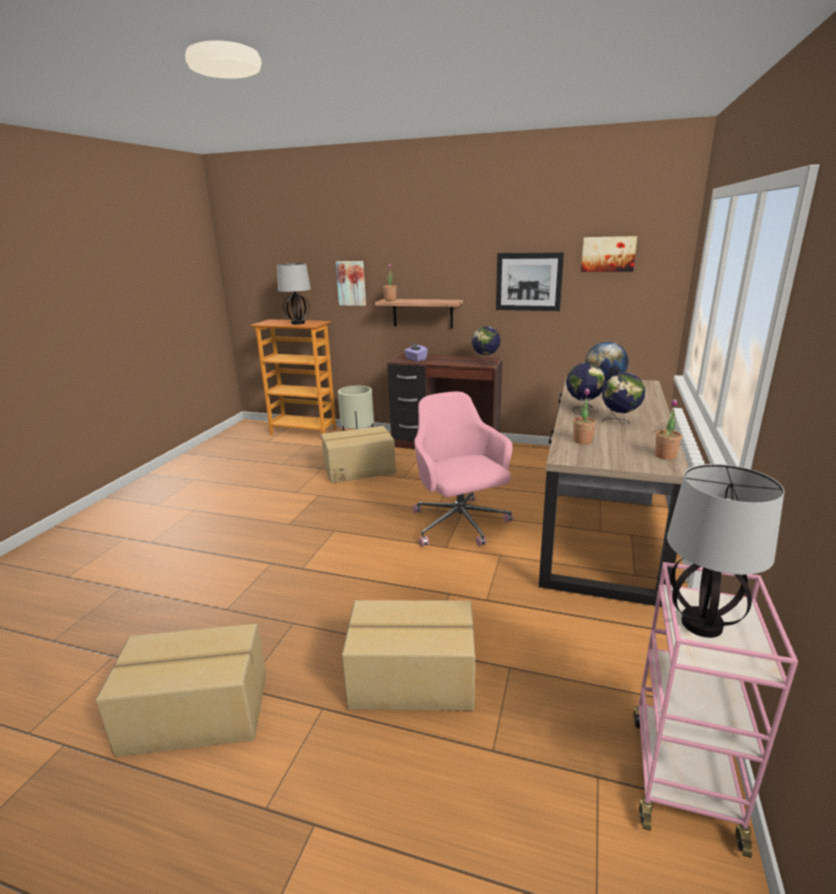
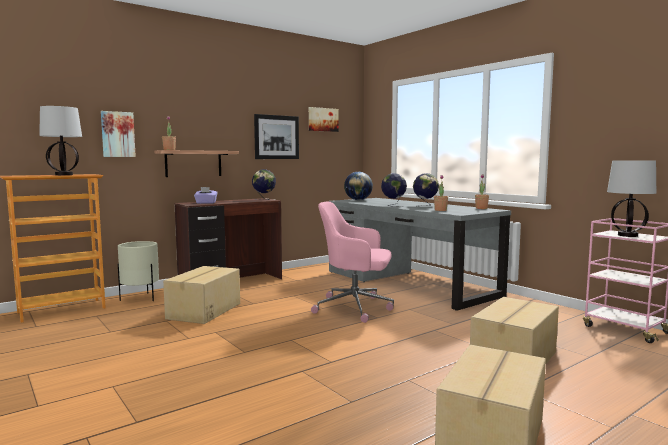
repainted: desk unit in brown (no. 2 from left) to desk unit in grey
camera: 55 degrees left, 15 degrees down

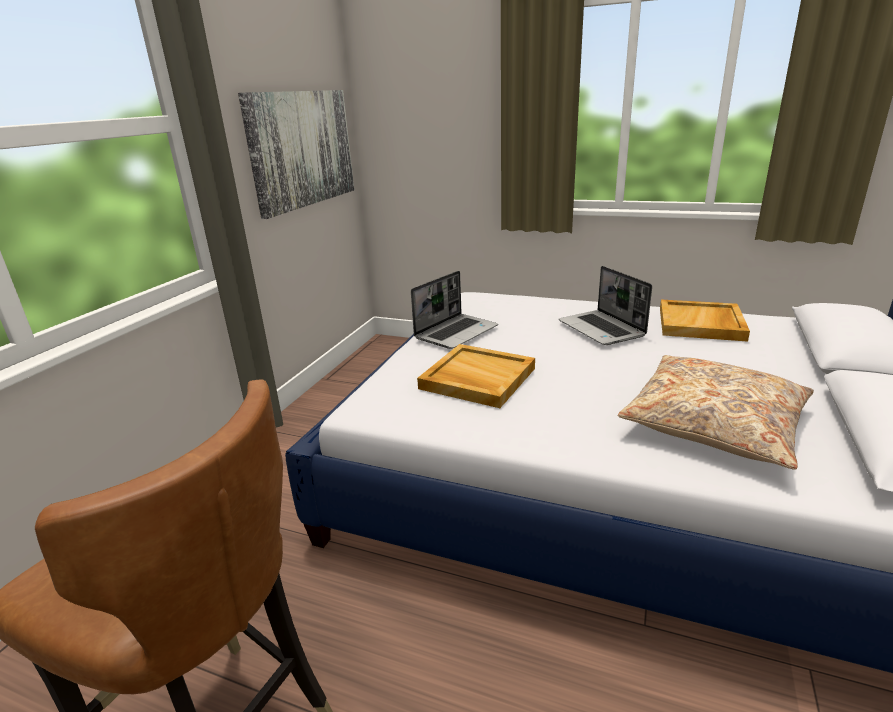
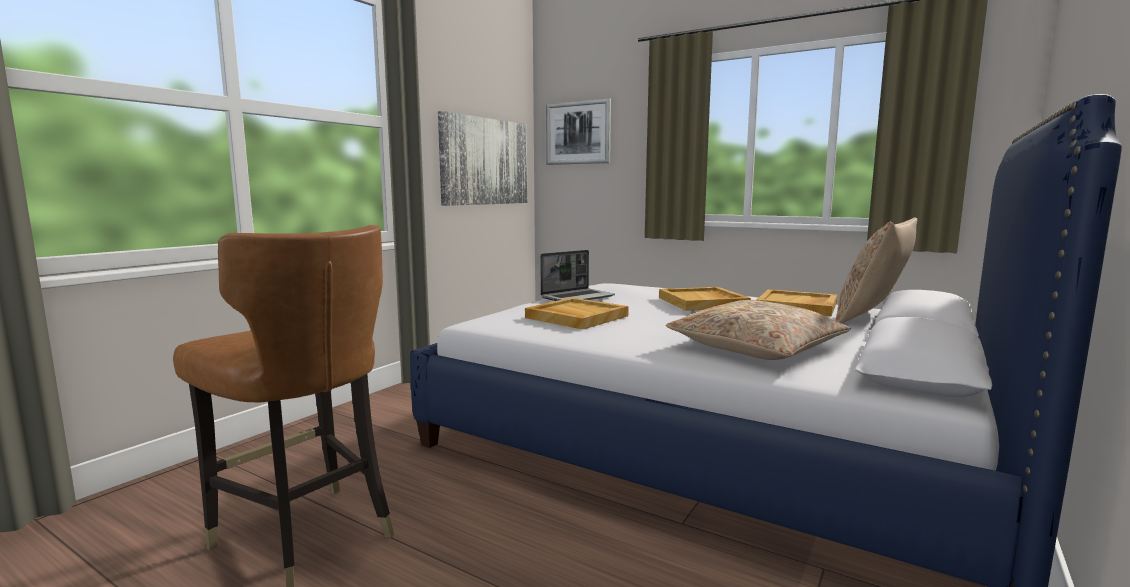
new: wall art (no. 2 from left); pillow in sand-coloured (no. 2 from left)
swapped: portable computer (no. 2 from left) to serving tray in sand-coloured (no. 2 from left)
camera: 10 degrees right, 15 degrees down

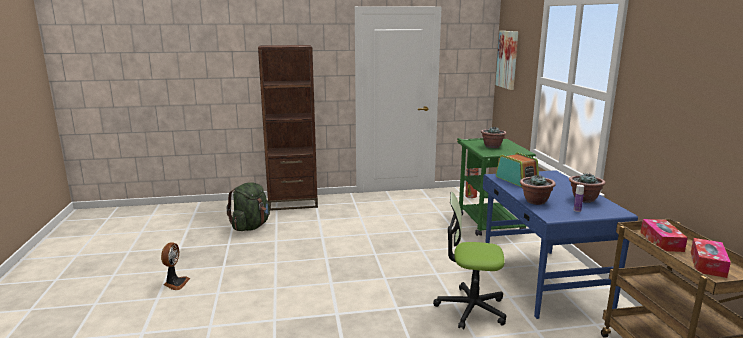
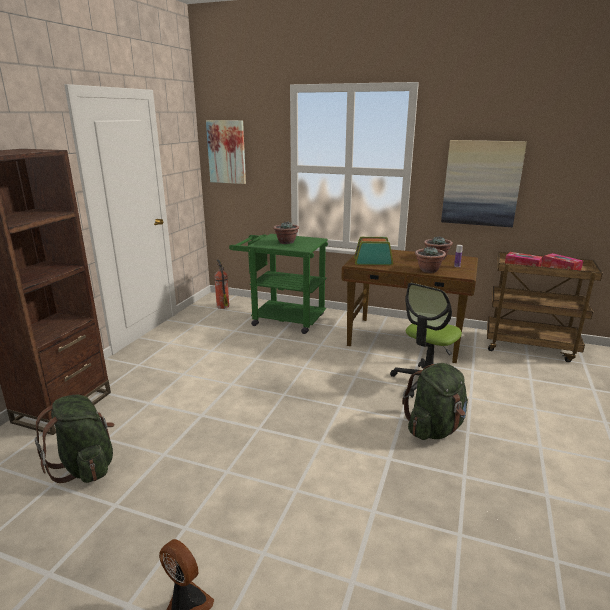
new: backpack in green-coloured (no. 2 from left); wall art (no. 2 from left)
repainted: desk unit in blue-coloured to desk unit in brown
camera: 60 degrees left, 5 degrees up

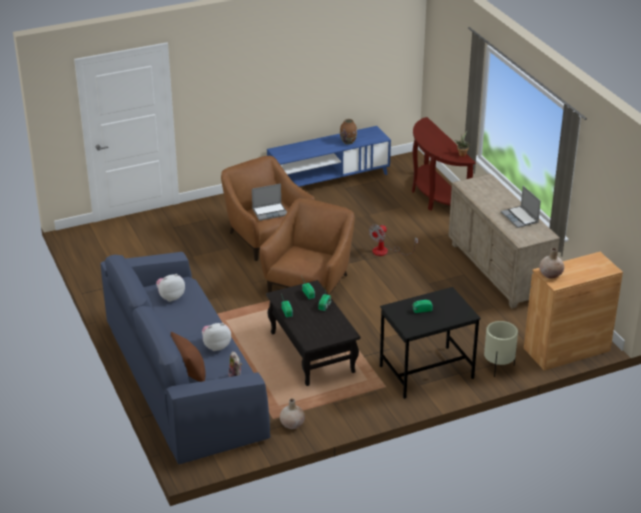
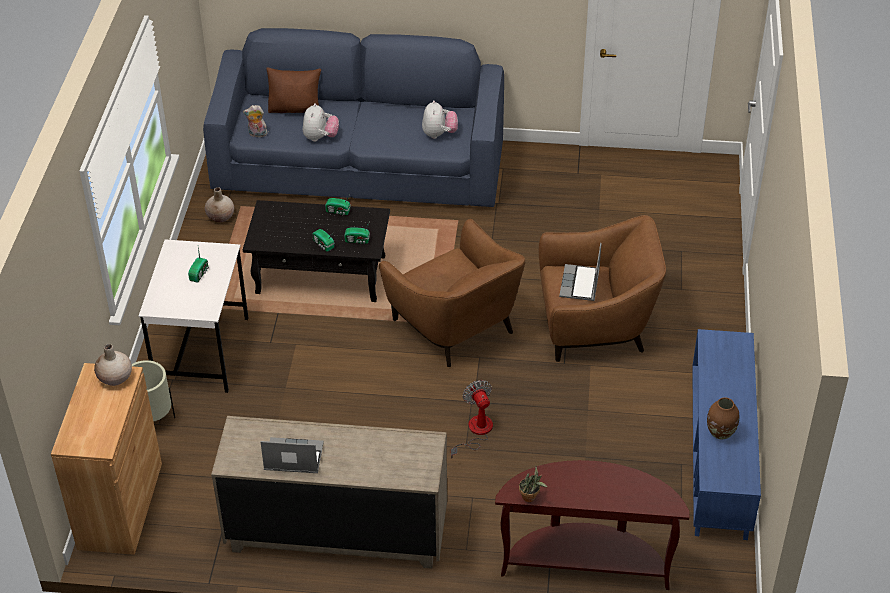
repainted: desk unit in black-coloured to desk unit in whitish
camera: 120 degrees right, 10 degrees up

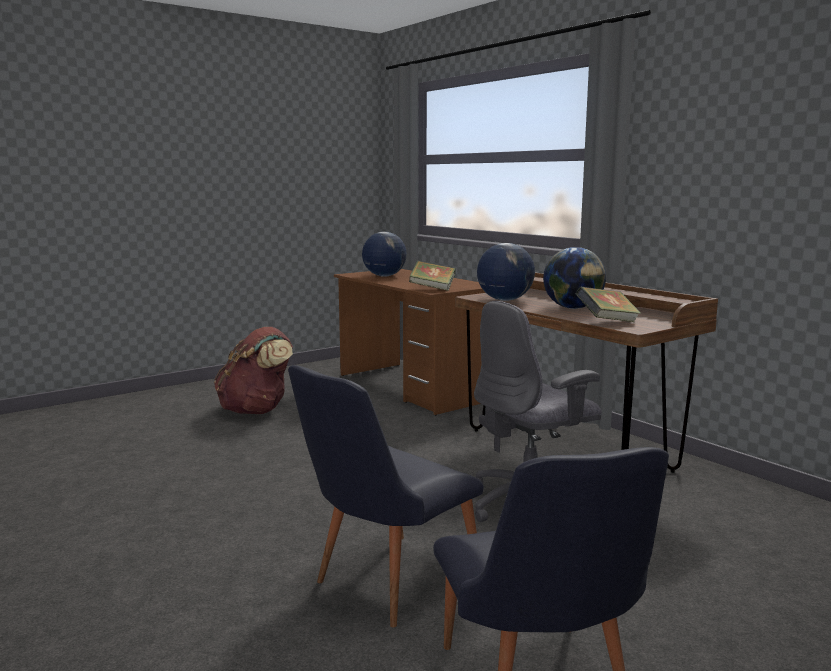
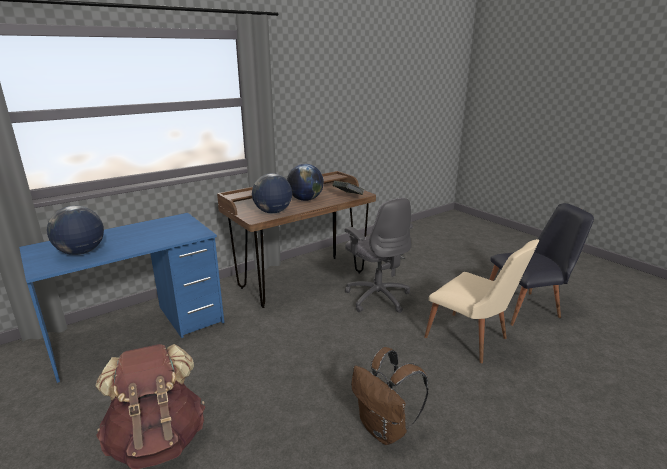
gone: volume (no. 1 from left)
new: backpack in brown (no. 2 from left)
repainted: desk unit in brown (no. 1 from left) to desk unit in blue-coloured; chair in black-coloured (no. 1 from left) to chair in sand-coloured
camera: 90 degrees left, 10 degrees up

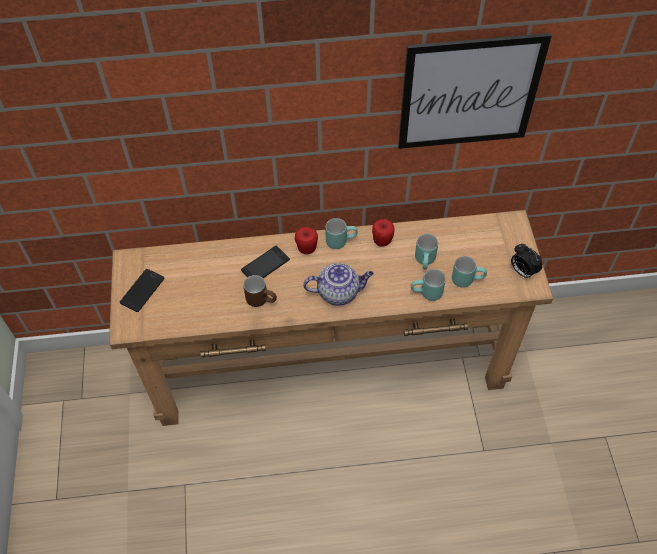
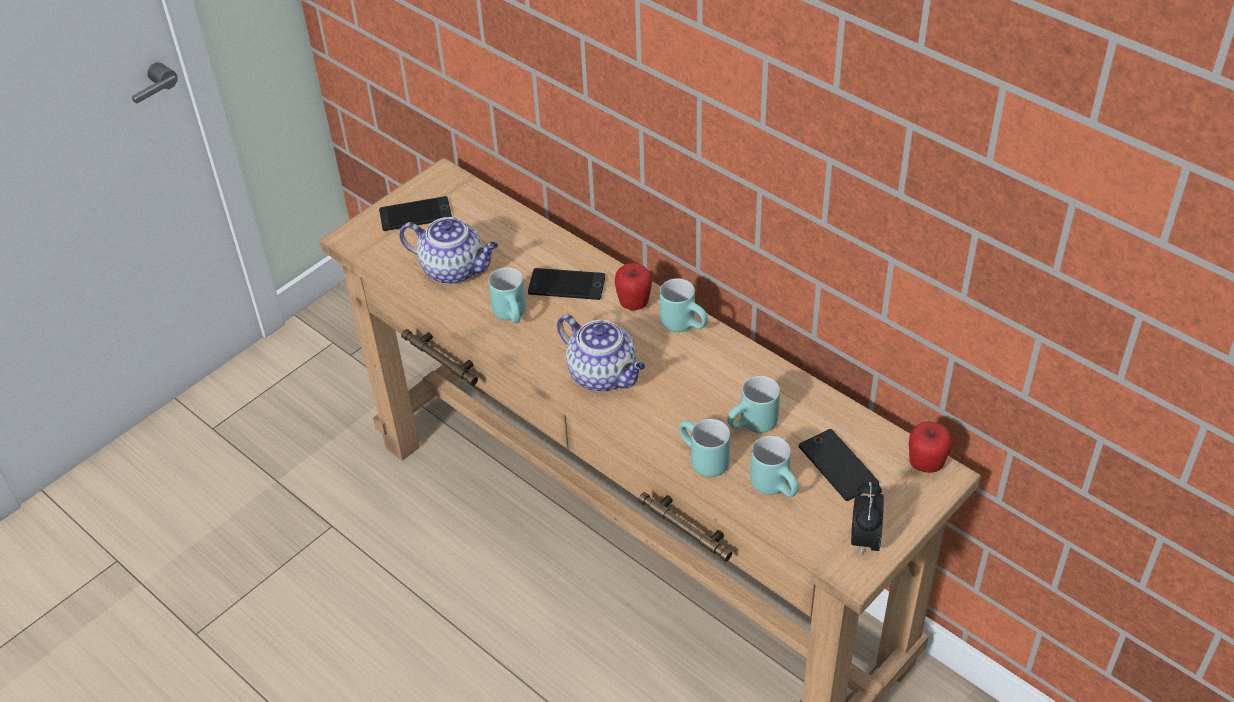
gone: wall art
new: pot for tea (no. 1 from left); handset (no. 3 from left)
shifted: apple (no. 2 from left)
repainted: mug in brown to mug in turquoise (no. 1 from left)
camera: 50 degrees right, 10 degrees down

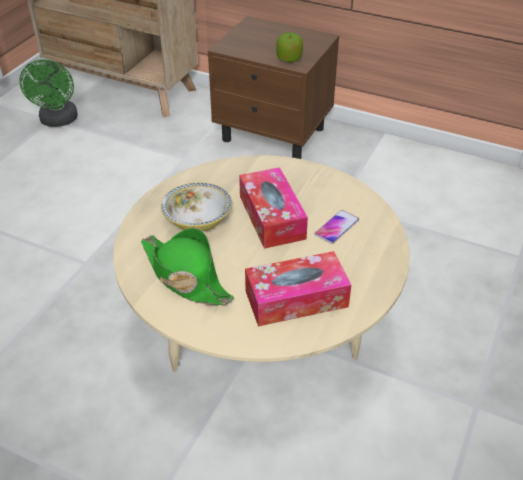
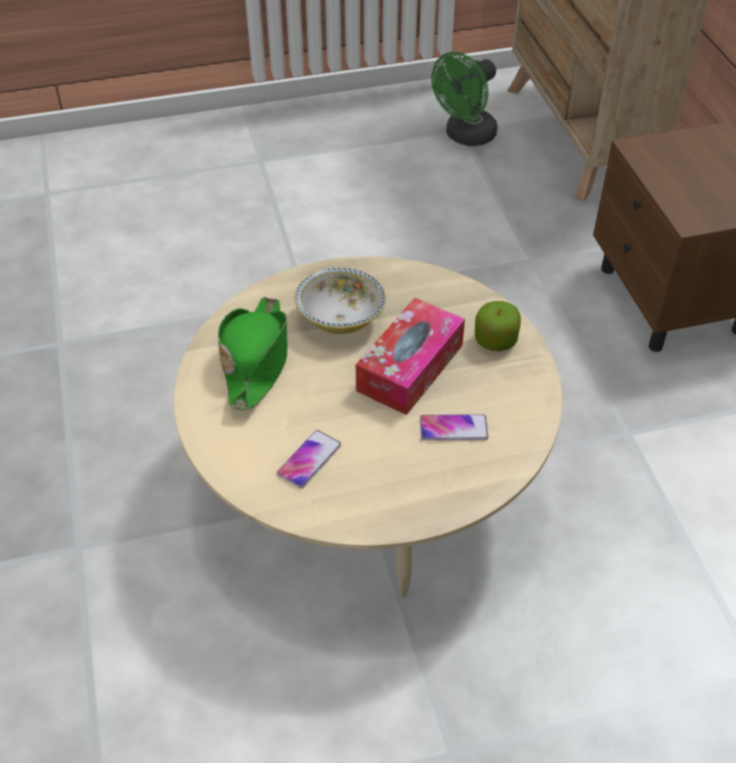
shifted: apple
swapped: tissue holder (no. 2 from left) to handset (no. 1 from left)
camera: 50 degrees right, 5 degrees up

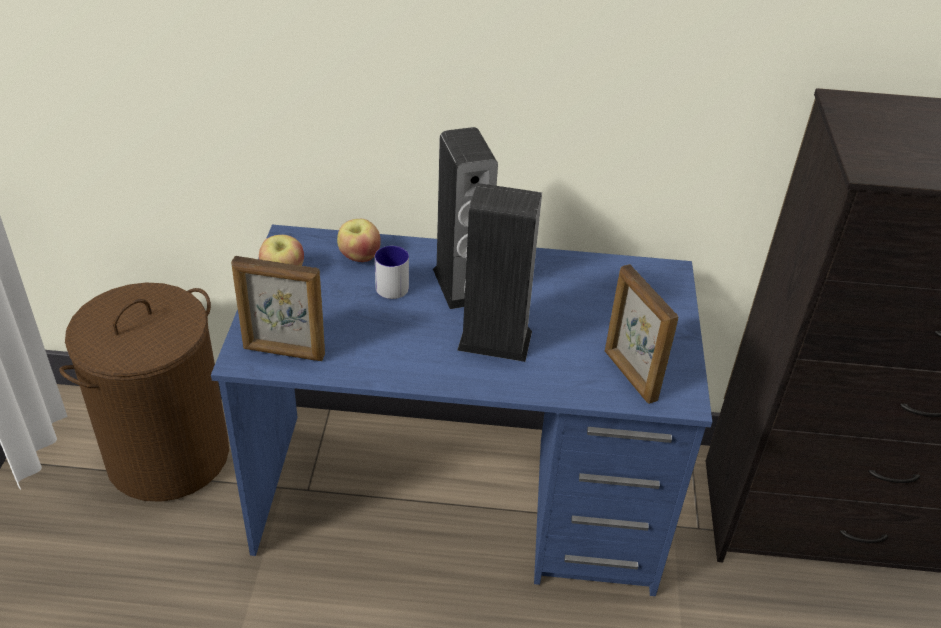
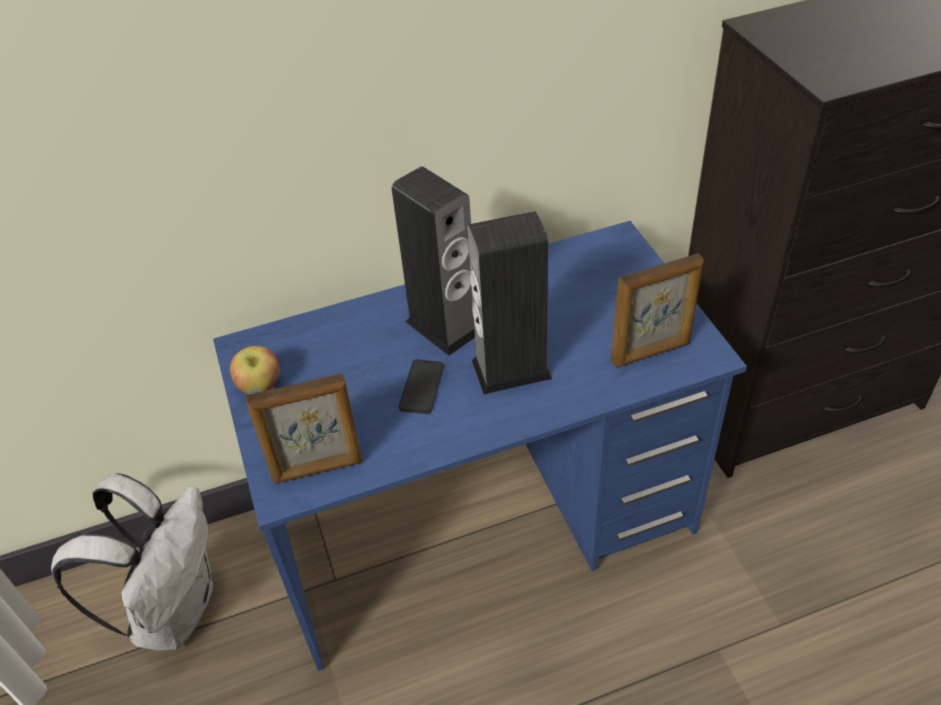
gone: apple (no. 2 from left); mug
new: handset
swapped: laundry basket in brown to backpack in whitish
rotated: standing frame (no. 2 from left) 60 degrees counterclockwise
camera: 20 degrees left, 5 degrees up

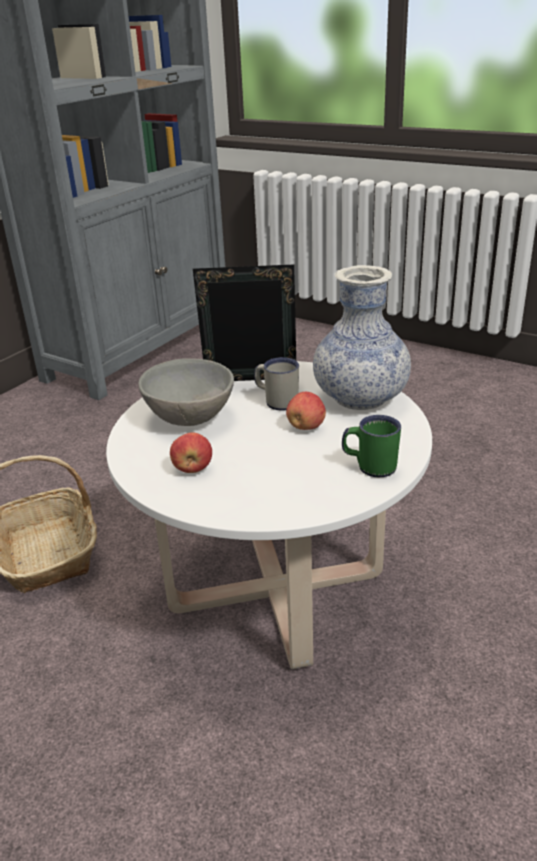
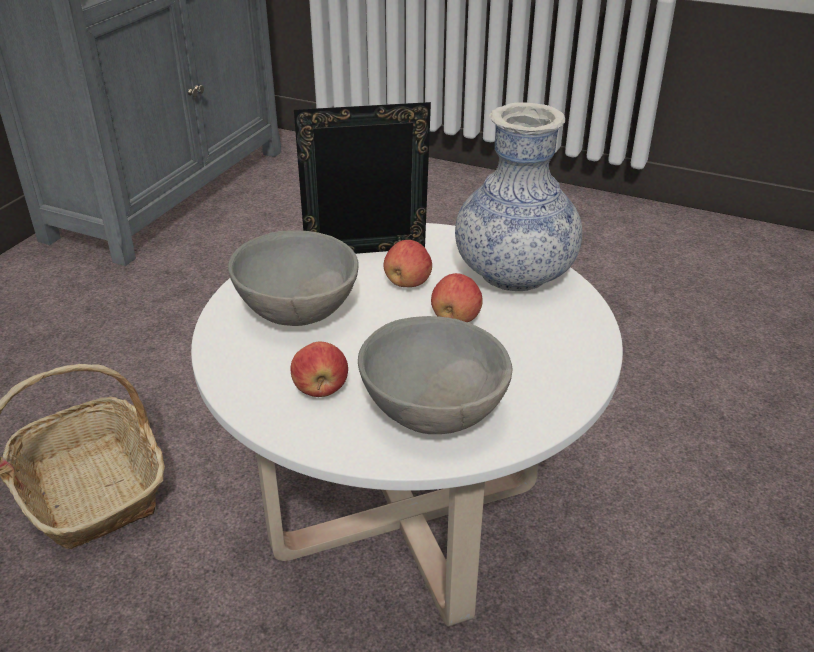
gone: mug in green-coloured
new: deep dish in grey (no. 2 from left)
swapped: mug in whitish to apple (no. 2 from left)
camera: 10 degrees left, 5 degrees up

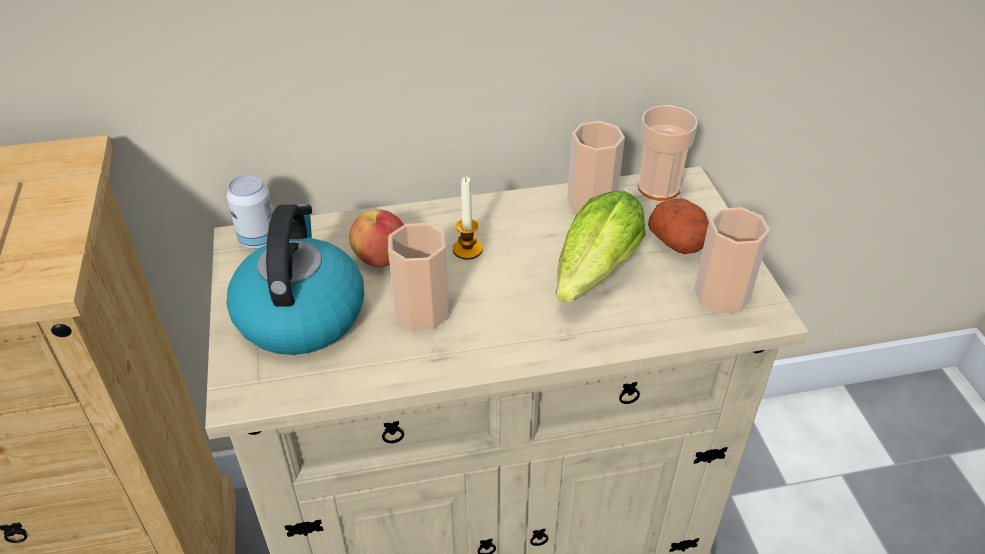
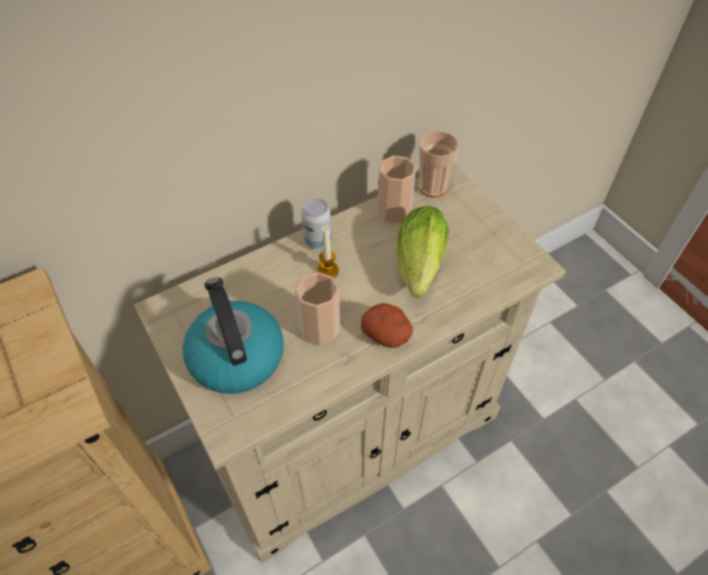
gone: apple; small cup (no. 4 from left)
shifted: sealed can; potato
camera: 20 degrees left, 10 degrees up

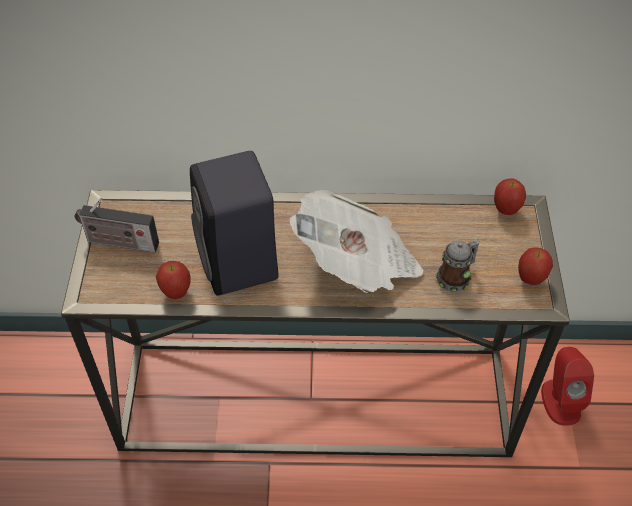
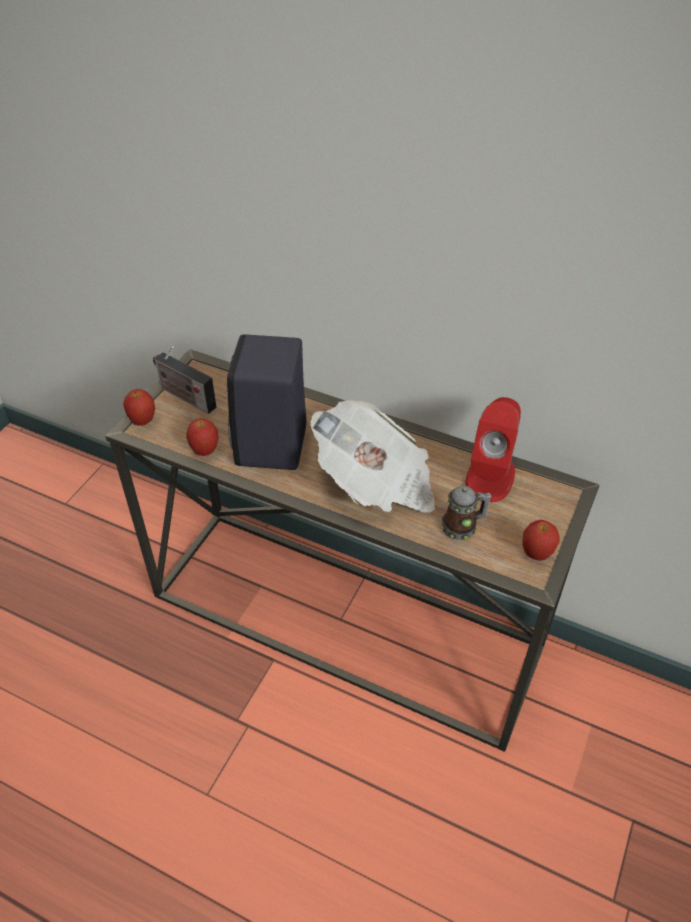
shifted: apple (no. 2 from left in the first image) to apple (no. 1 from left); audio speaker in red-coloured
camera: 25 degrees right, 5 degrees down

